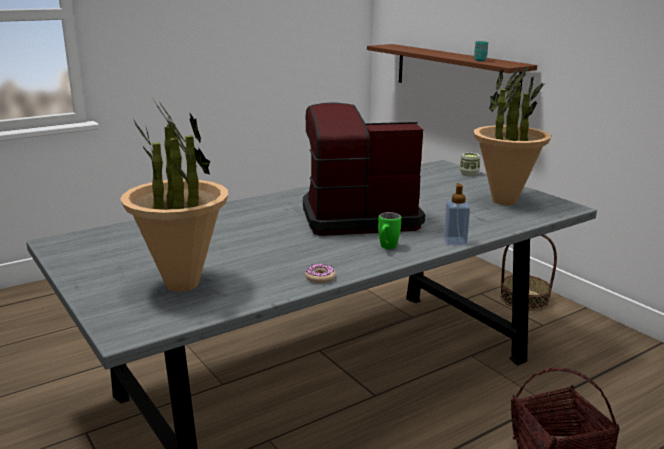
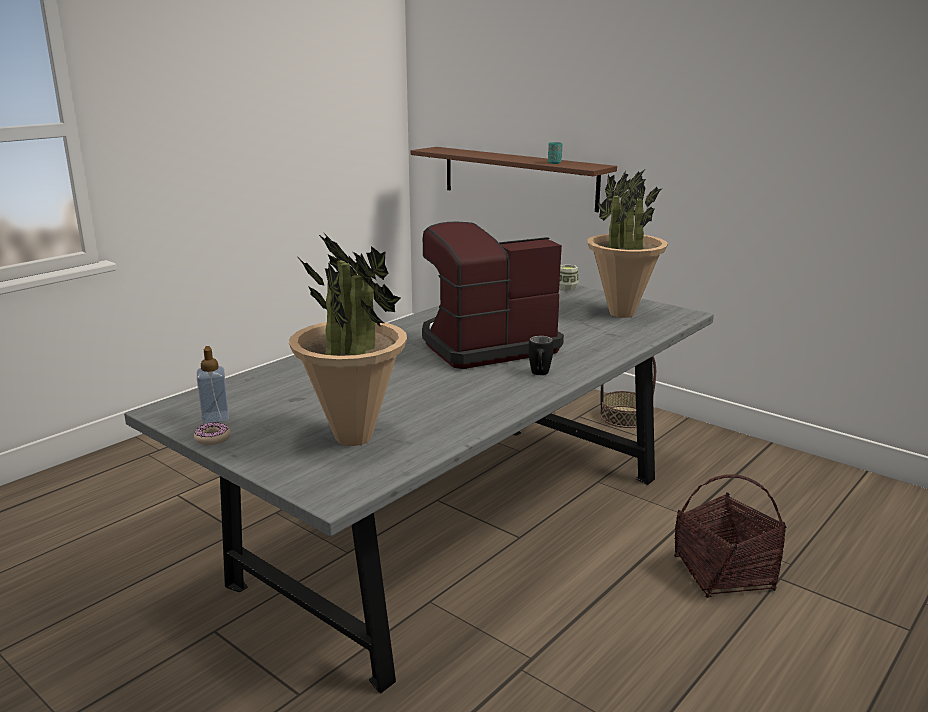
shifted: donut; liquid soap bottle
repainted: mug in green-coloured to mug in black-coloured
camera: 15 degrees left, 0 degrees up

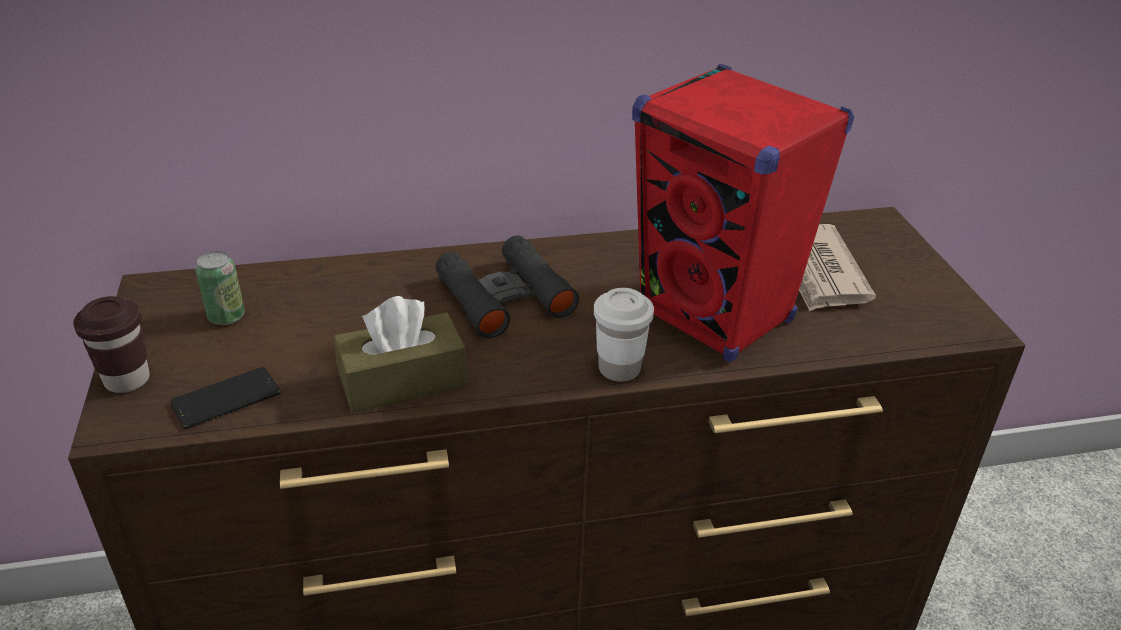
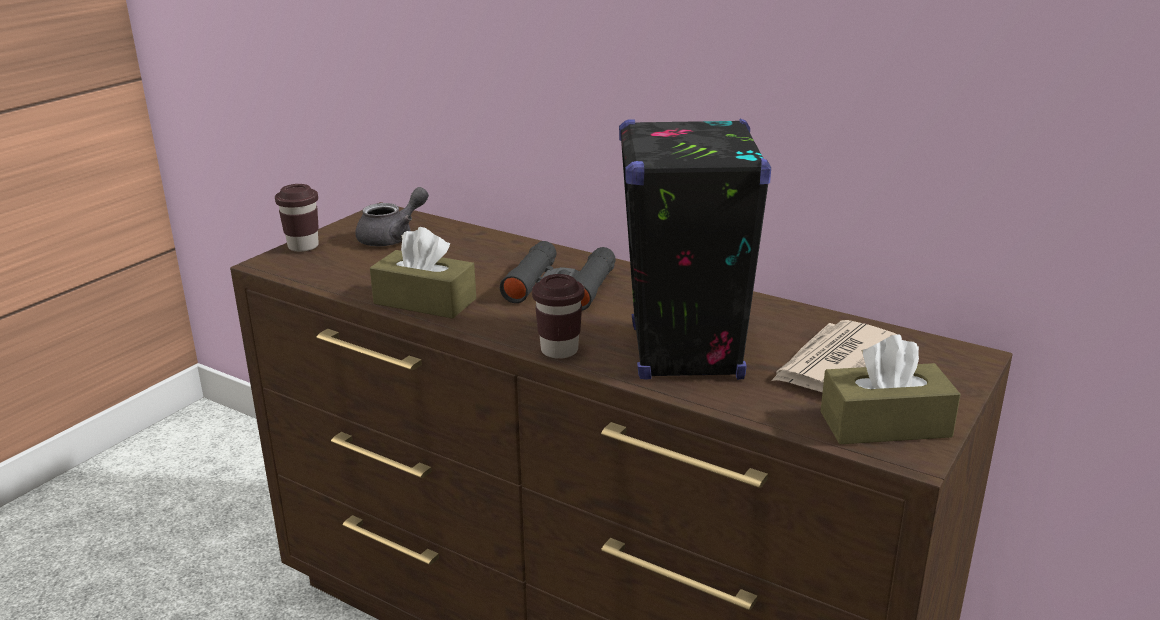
gone: handset
new: tissue holder in brown (no. 2 from left)
swapped: sealed can to pot for tea in grey
repainted: small cup in whitish to small cup in brown (no. 2 from left); audio speaker in red-coloured to audio speaker in black-coloured
camera: 45 degrees right, 10 degrees down

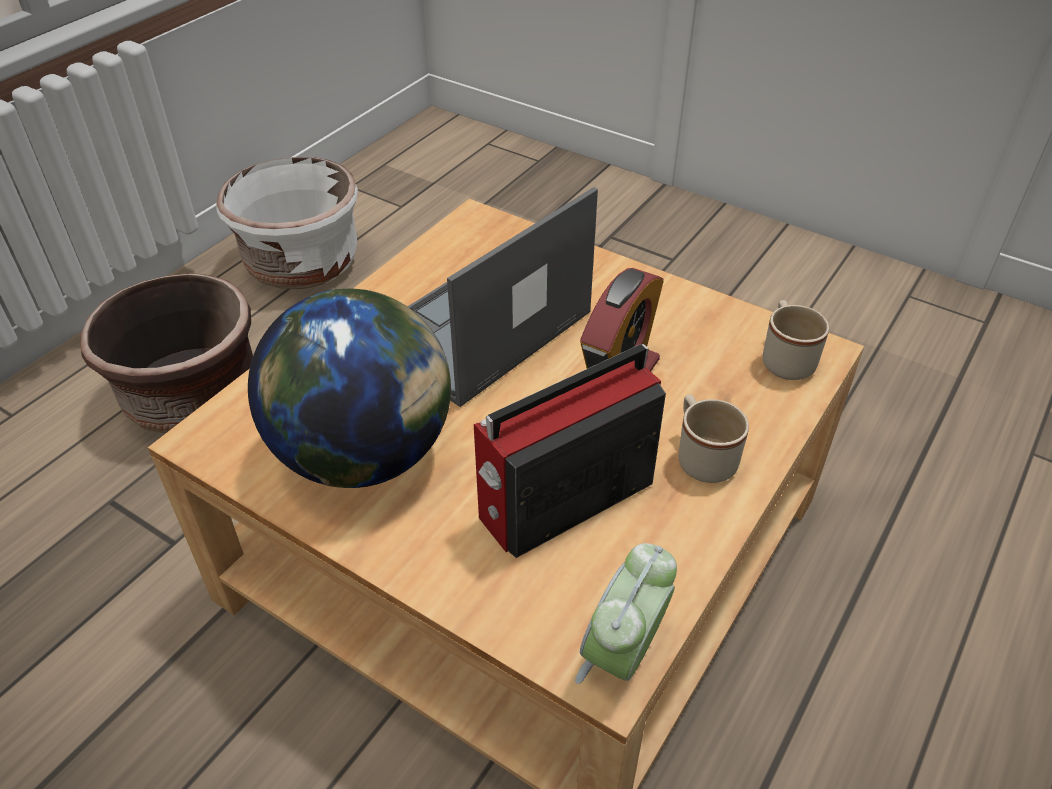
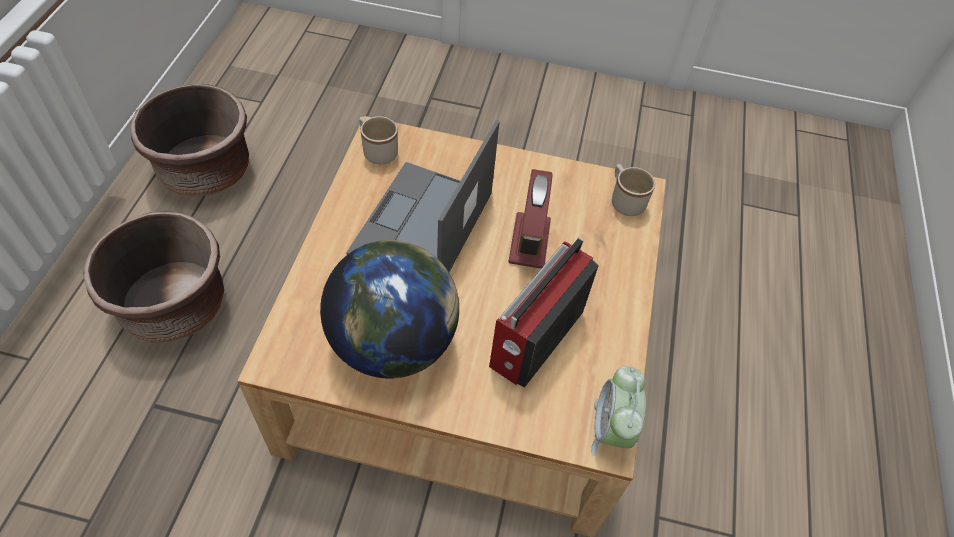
shifted: mug in sand-coloured (no. 1 from left)
repainted: flower pot in whitish to flower pot in brown (no. 2 from left)
camera: 25 degrees left, 10 degrees up

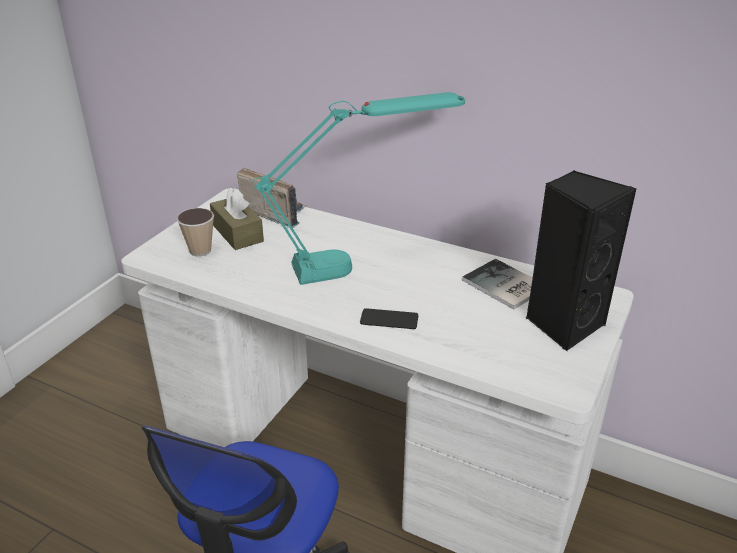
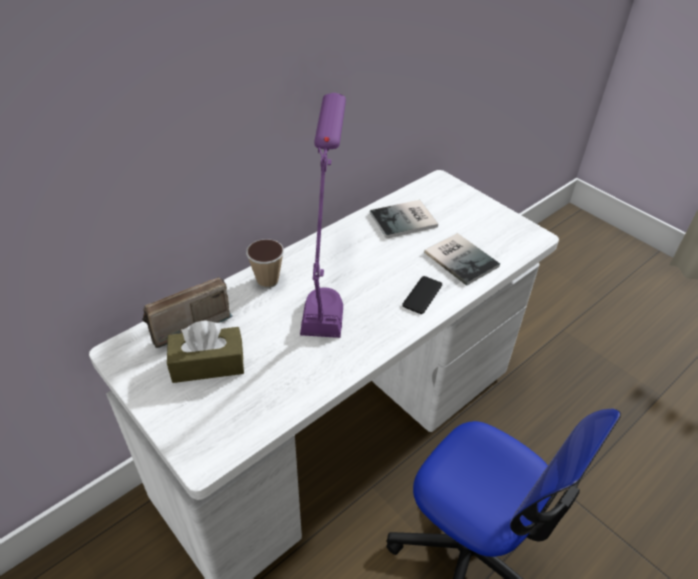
gone: audio speaker in black-coloured
new: volume (no. 2 from left)
shifted: small cup
repainted: tabletop lamp in turquoise to tabletop lamp in purple
camera: 70 degrees left, 10 degrees up

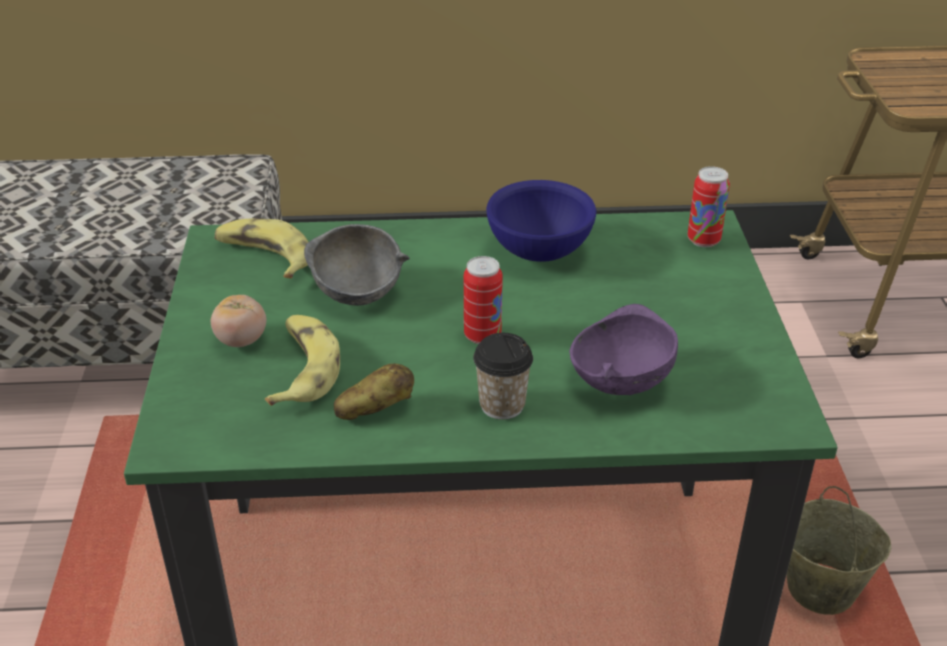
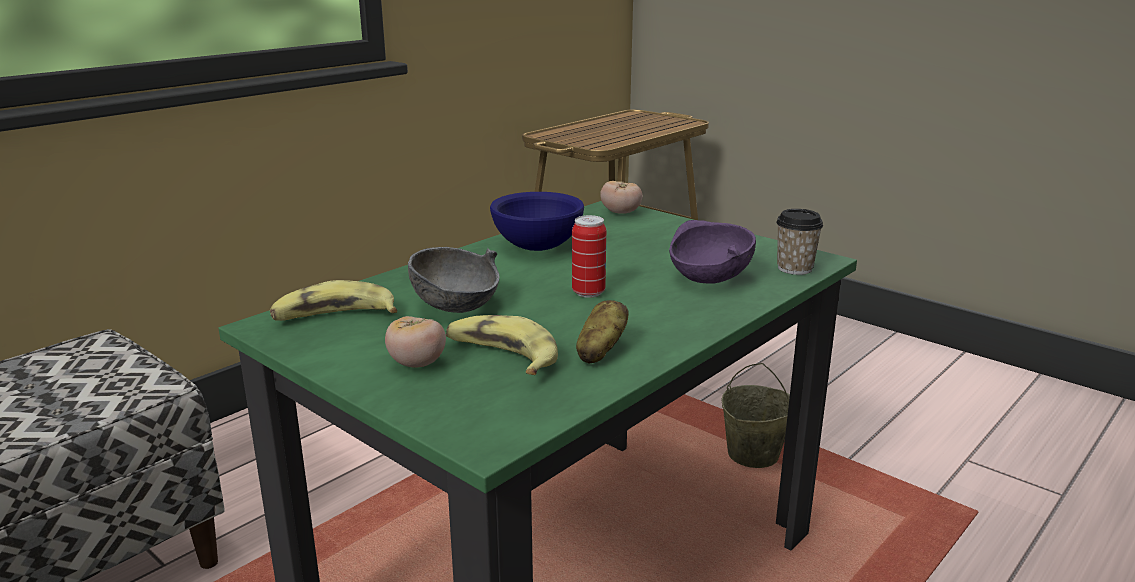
shifted: small cup
swapped: sealed can (no. 2 from left) to tomato (no. 2 from left)
camera: 45 degrees left, 15 degrees down

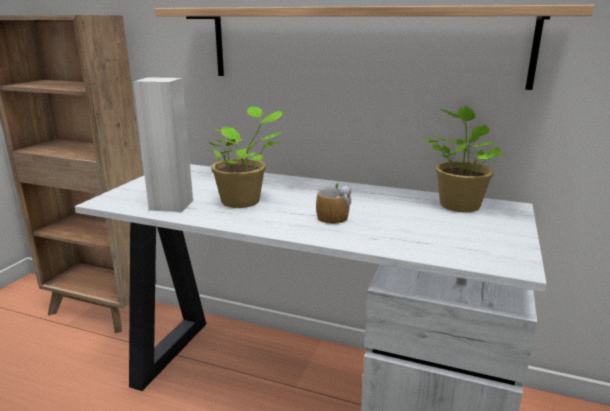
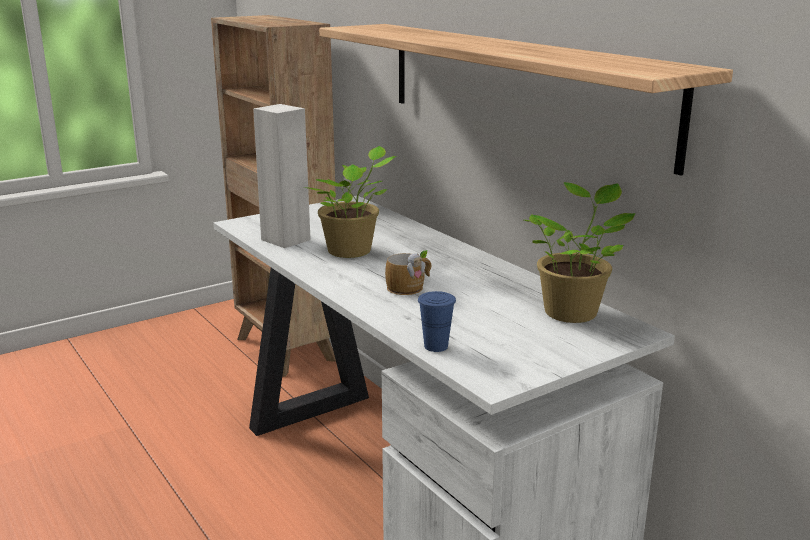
new: small cup in blue-coloured
camera: 35 degrees right, 0 degrees up

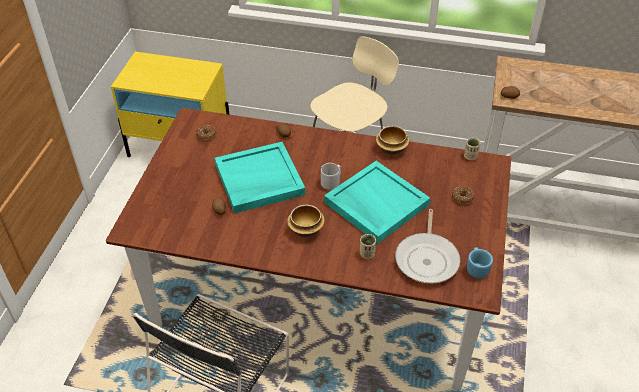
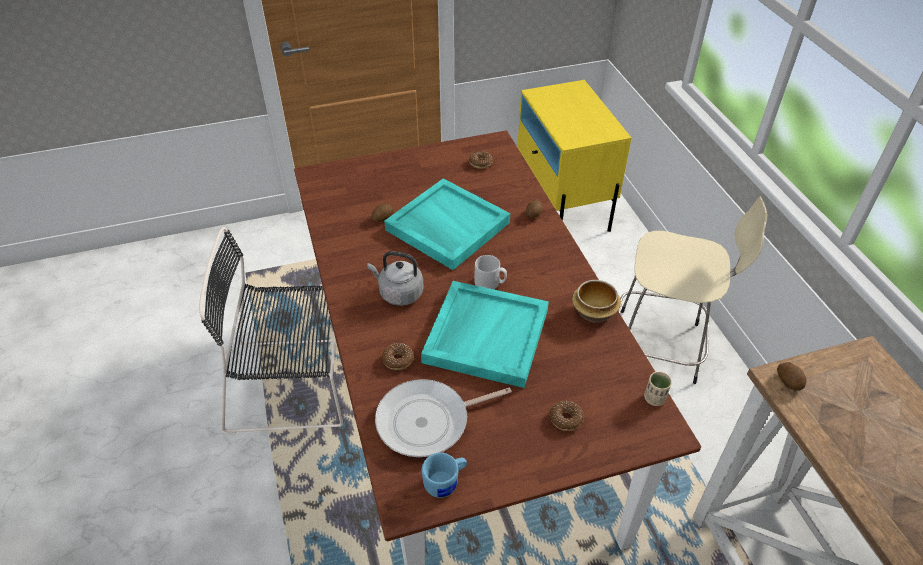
swapped: deep dish (no. 1 from left) to kettle in grey; small cup in sand-coloured (no. 1 from left) to donut (no. 1 from left)
camera: 60 degrees right, 0 degrees up

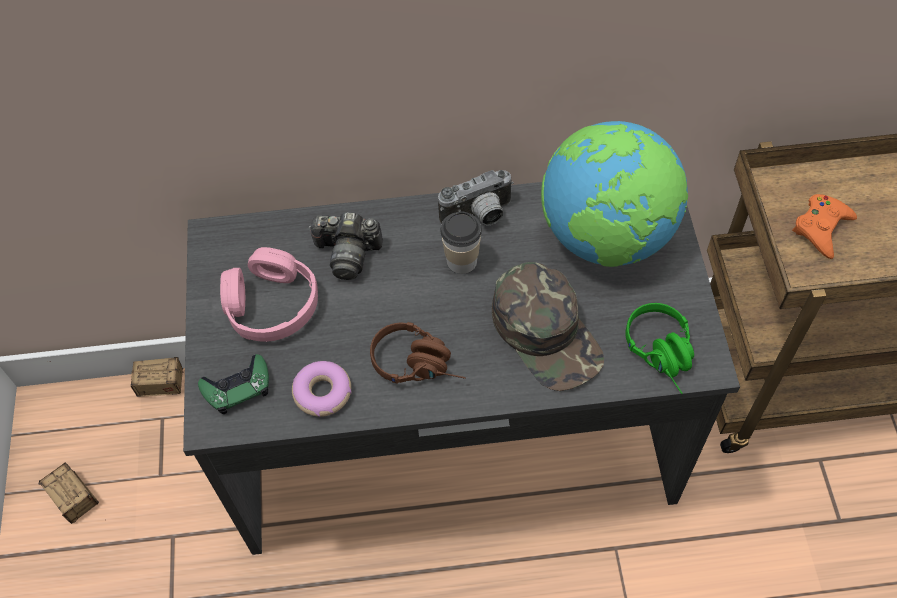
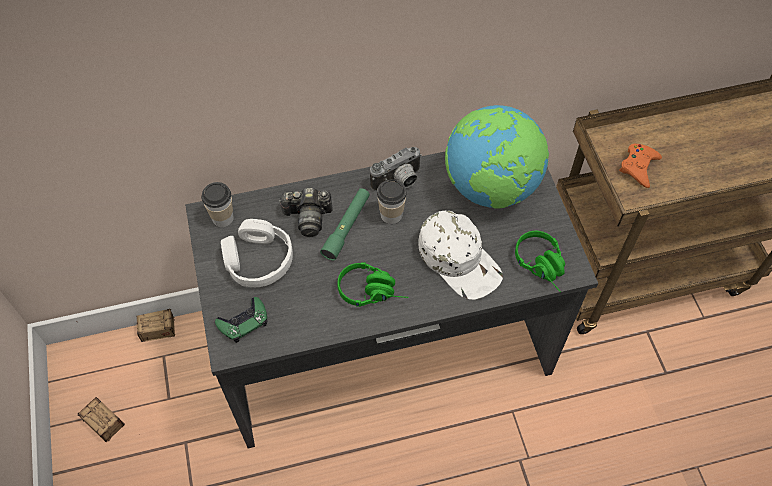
gone: donut
new: small cup (no. 1 from left); hand torch in green-coloured
repainted: pair of headphones in pinkish to pair of headphones in whitish; pair of headphones in brown to pair of headphones in green-coloured (no. 1 from left); baseball cap in green-coloured to baseball cap in whitish
camera: 10 degrees left, 0 degrees up

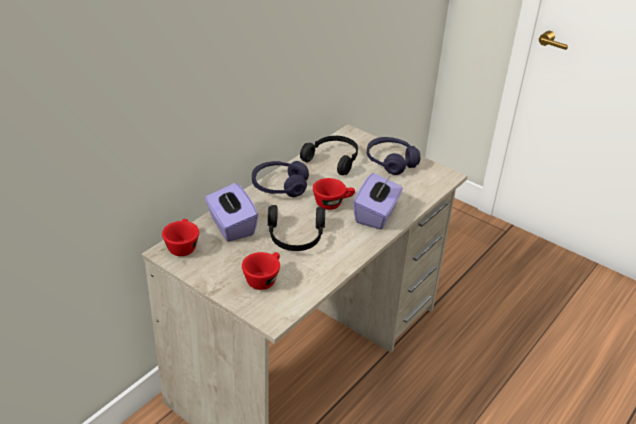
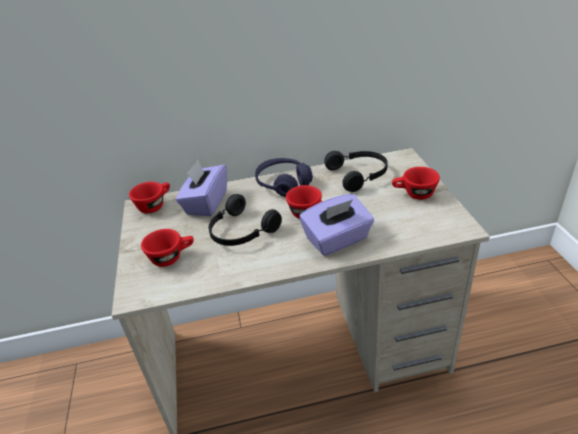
swapped: pair of headphones in purple (no. 2 from left) to small cup in red-coloured (no. 4 from left)
camera: 45 degrees right, 0 degrees up

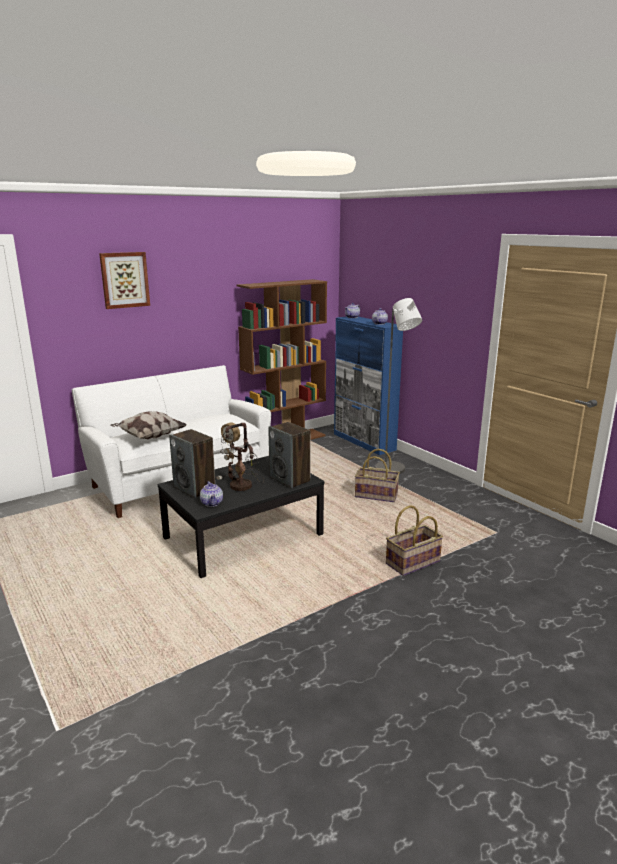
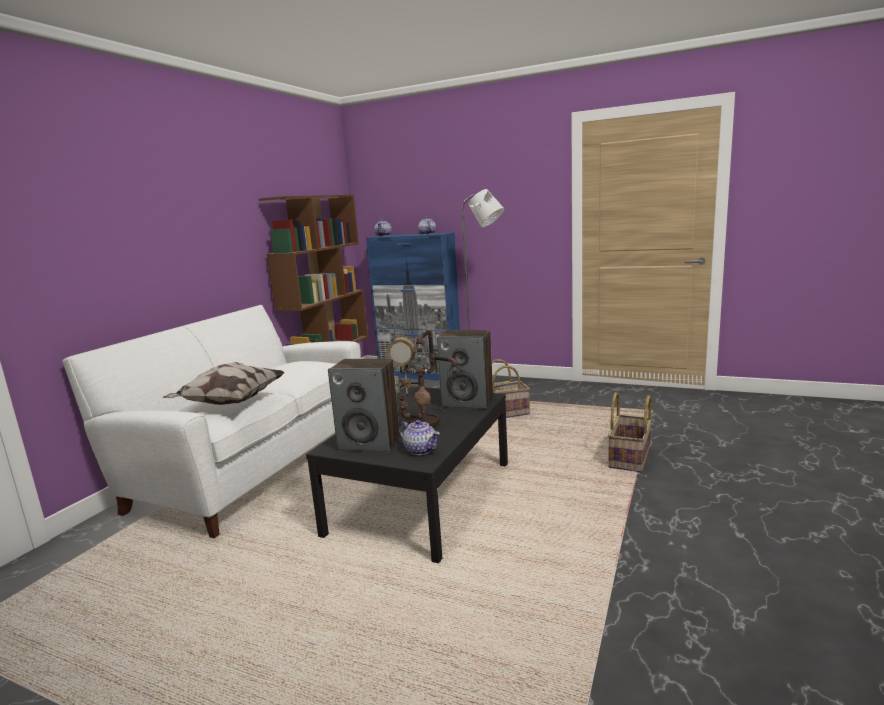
gone: wall art
camera: 30 degrees left, 5 degrees down

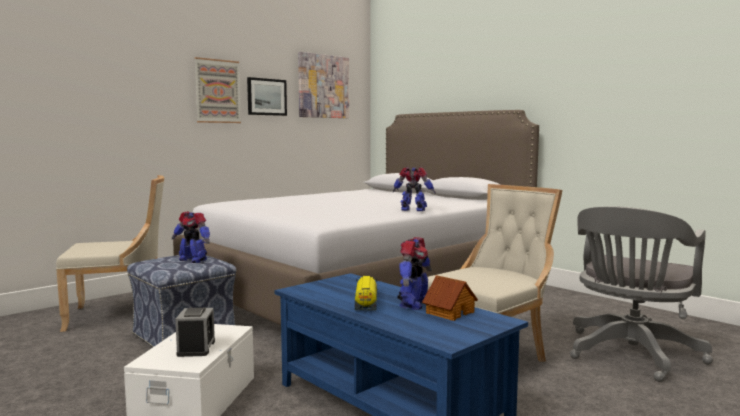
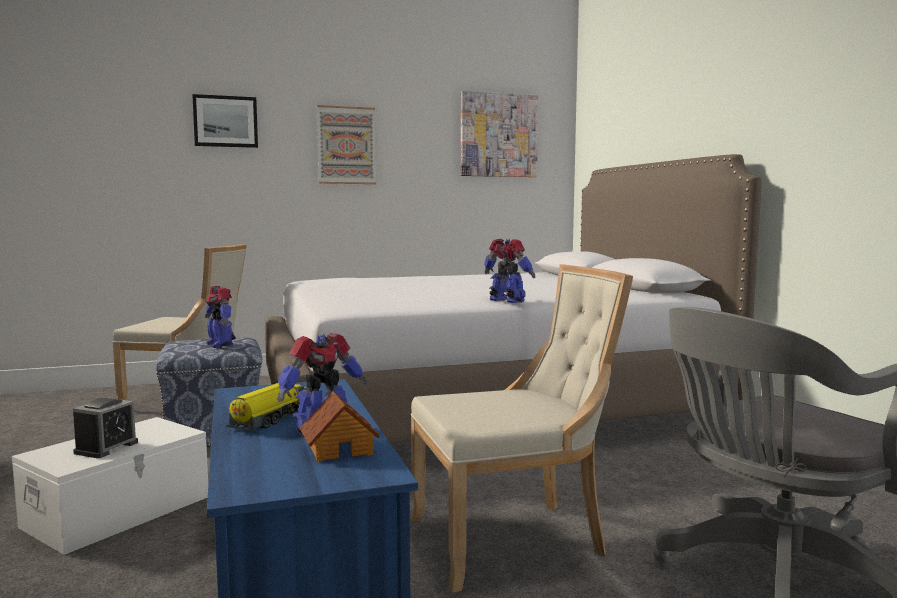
shifted: wall art (no. 2 from left in the first image) to wall art (no. 1 from left)
camera: 25 degrees right, 0 degrees up

